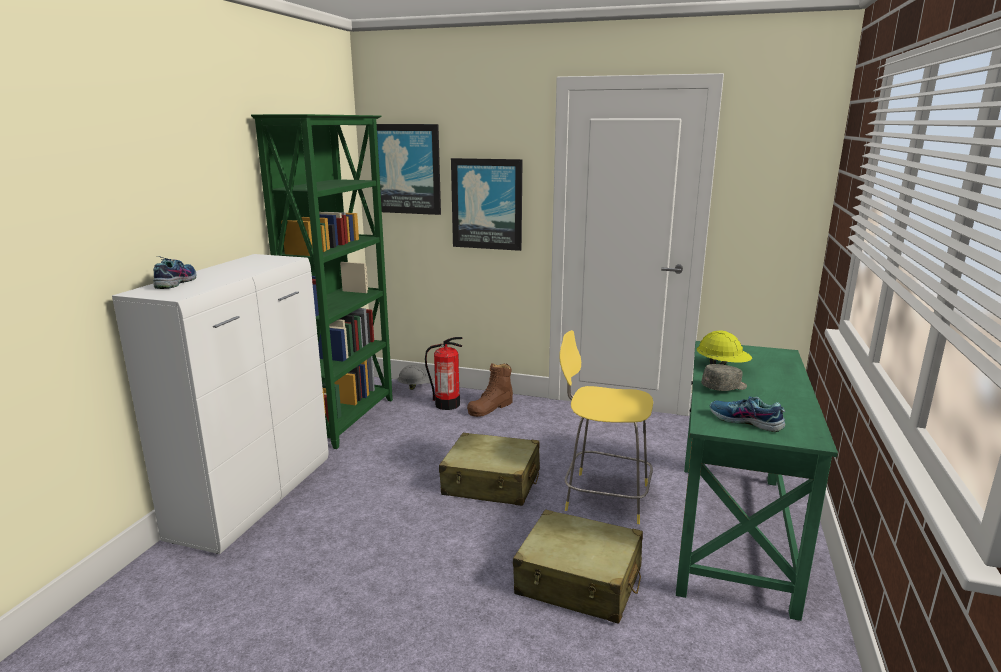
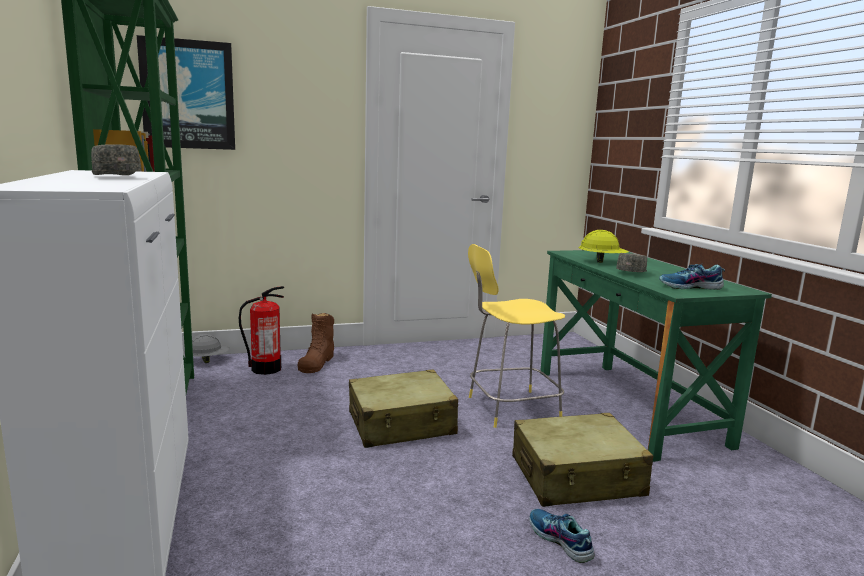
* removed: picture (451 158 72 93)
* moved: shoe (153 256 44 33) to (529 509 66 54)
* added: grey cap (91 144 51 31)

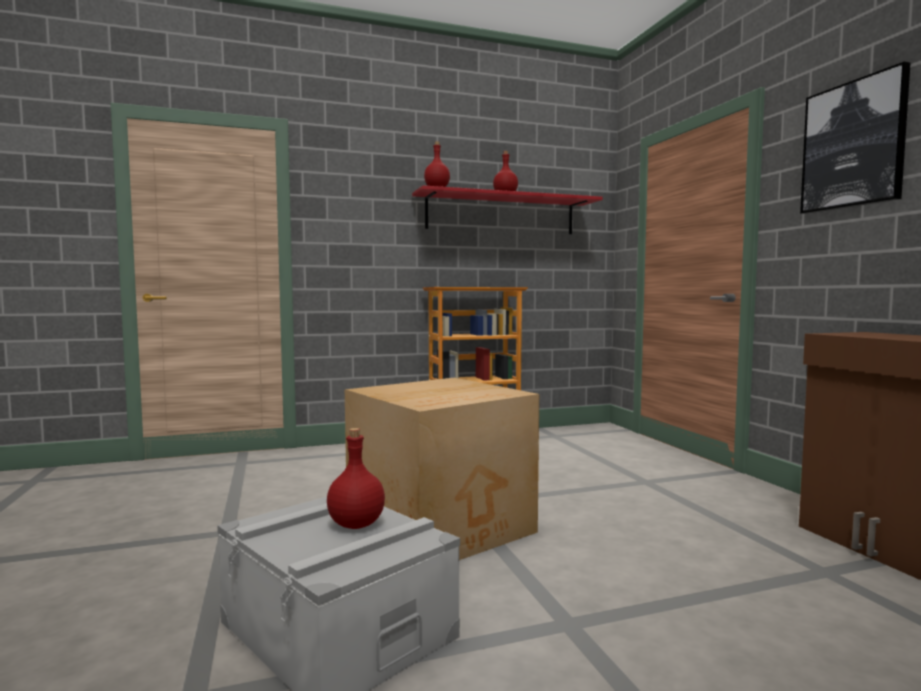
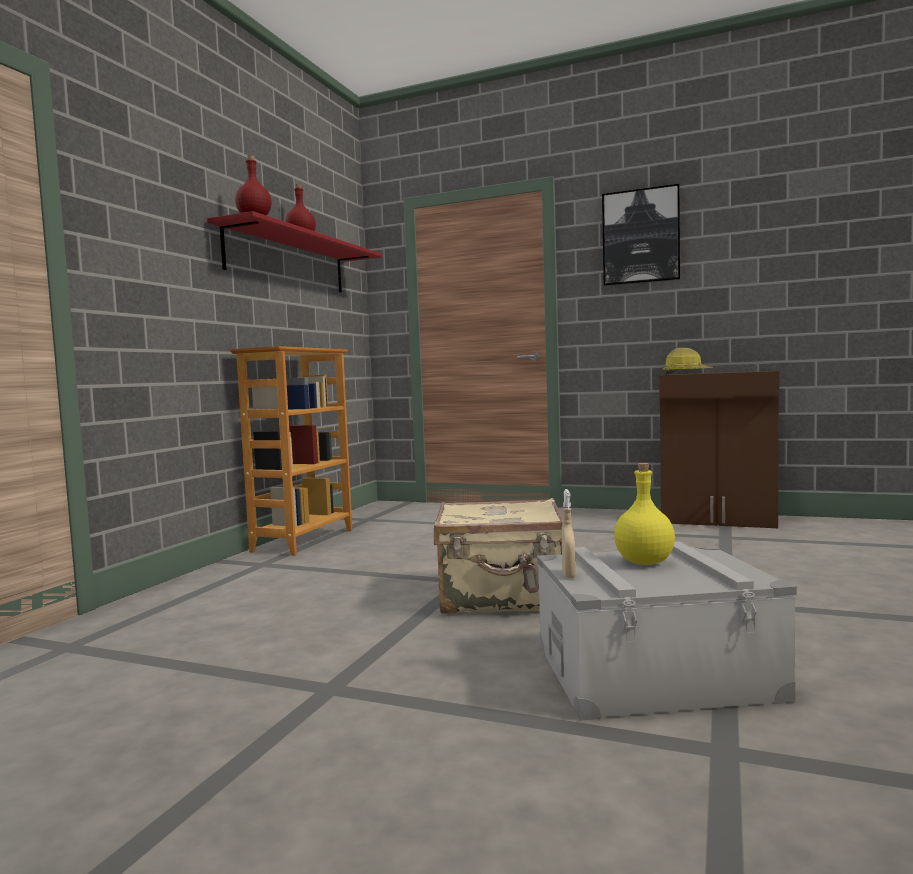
* replaced: cardboard box (345 378 194 182) to beige suitcase (434 498 129 116)
* recoloured: red bottle (327 428 58 101) to yellow bottle (614 463 61 102)
* added: hard hat (662 348 51 27)
* added: beige spray bottle (562 489 14 89)

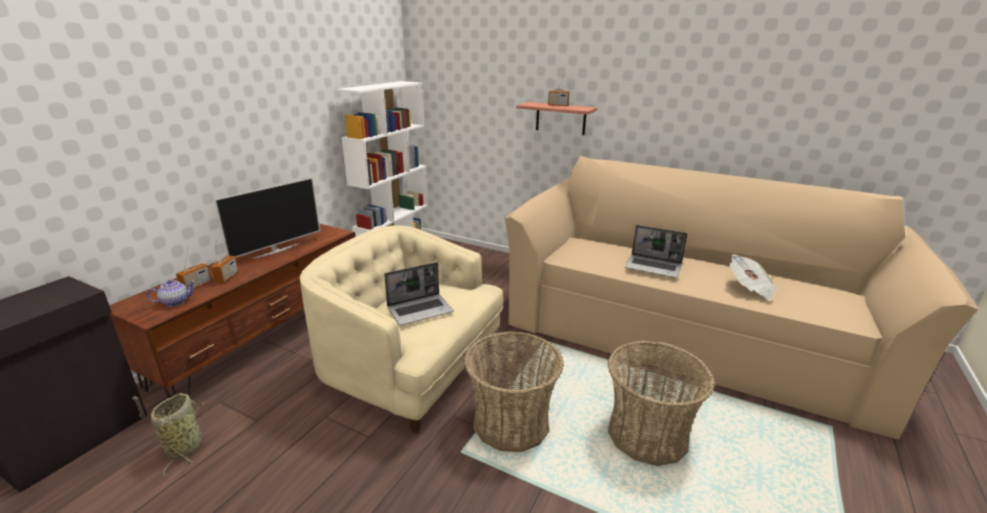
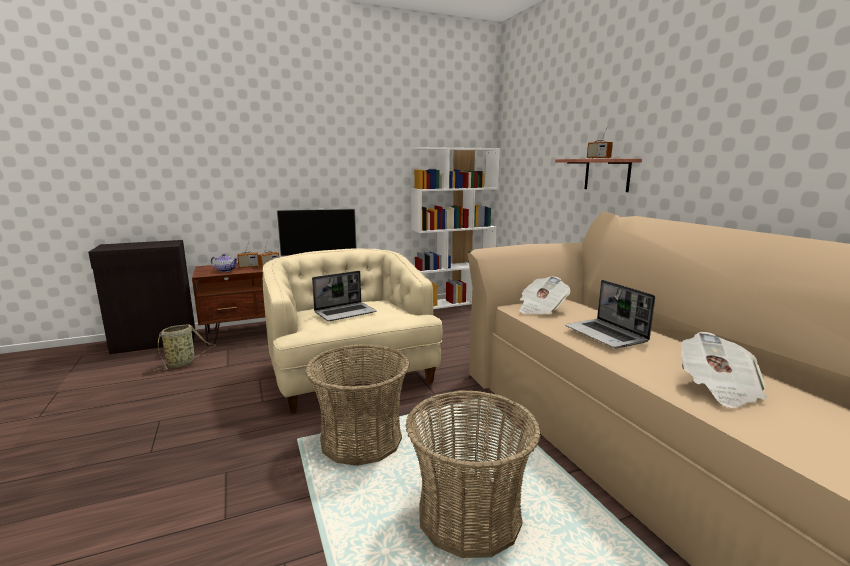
* turned: laptop (384 262 70 63) = (312 271 64 50) 45 degrees counterclockwise
* added: newspaper (519 276 52 39)

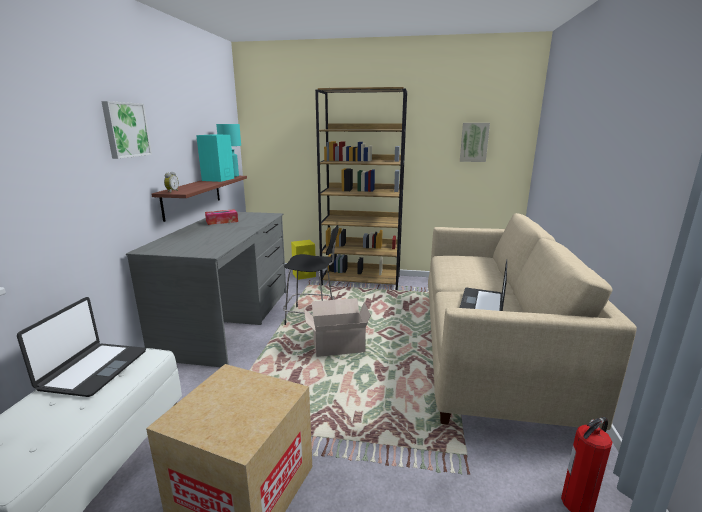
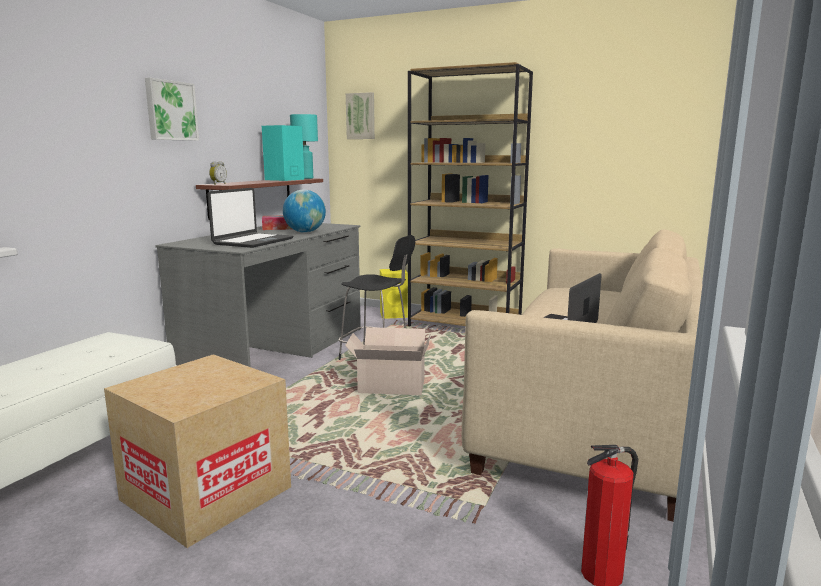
* moved: picture (460 123 30 39) to (346 92 29 47)
* moved: laptop (17 297 129 100) to (207 188 86 60)
* added: globe (283 189 43 44)

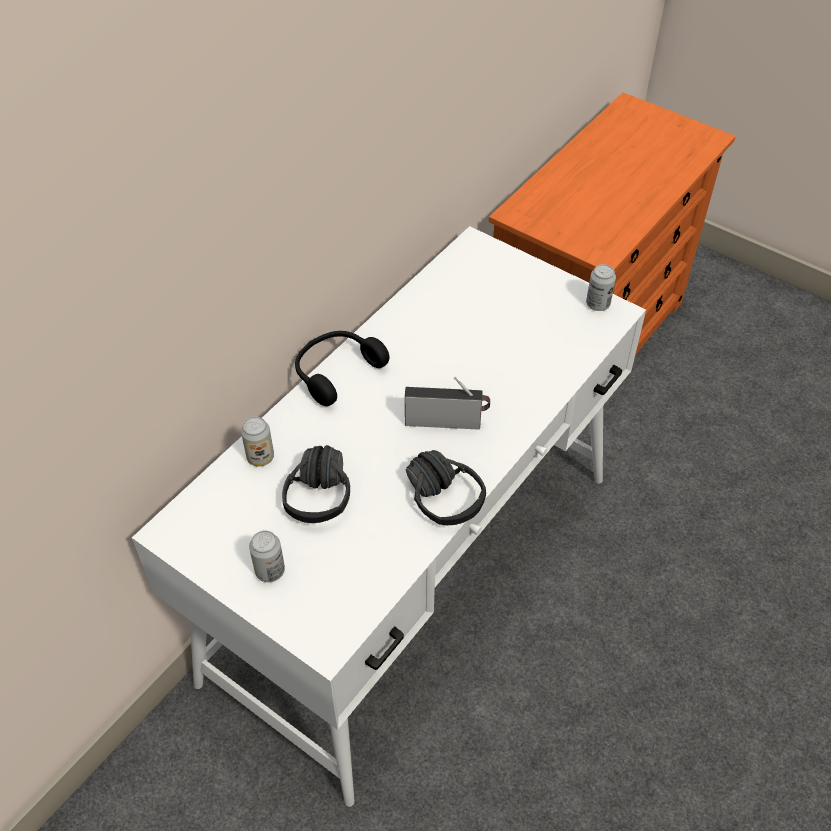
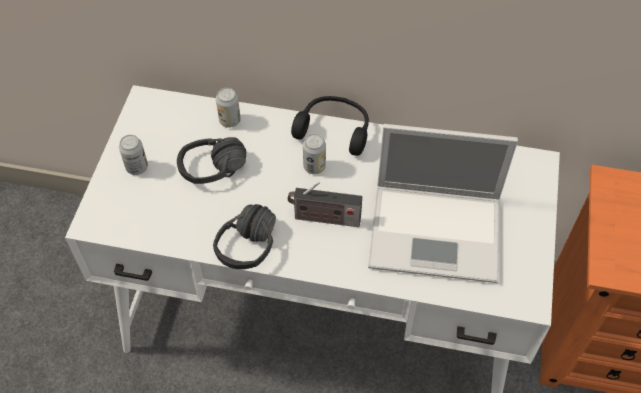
* moved: can (586 264 30 47) to (303 134 23 40)
* turned: radio (405 377 85 53) = (287 182 75 45) 120 degrees clockwise
* added: laptop (368 124 150 159)

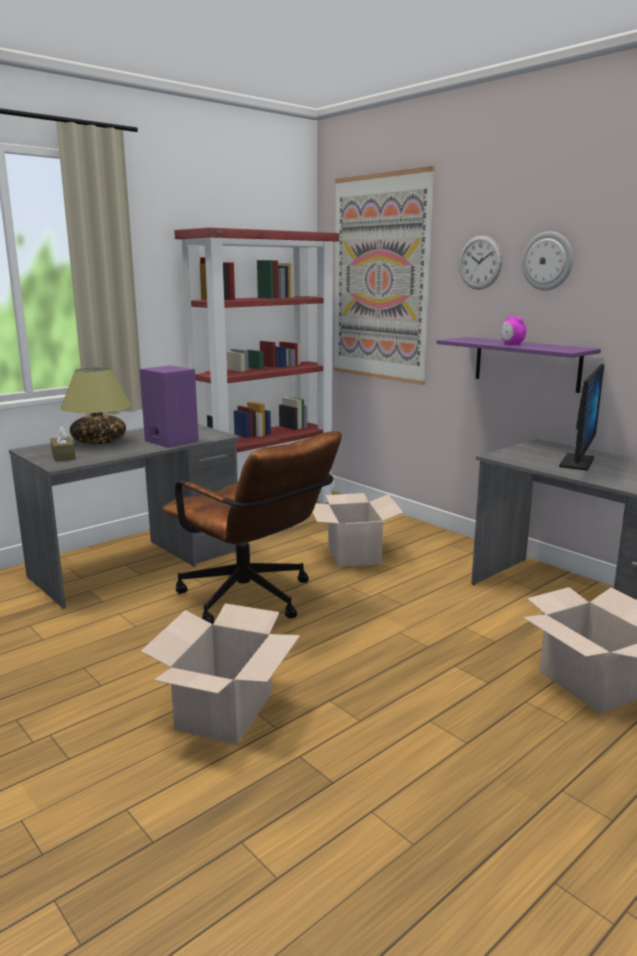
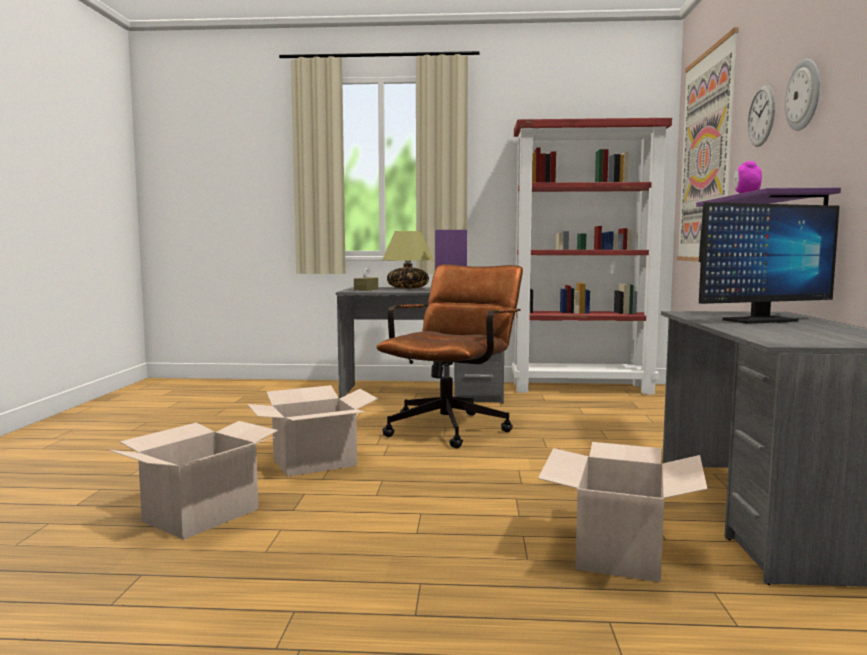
* turned: brown office chair (163 431 179 193) = (377 264 146 184) 150 degrees counterclockwise
* moved: cardboard box (313 493 90 74) to (109 421 169 119)

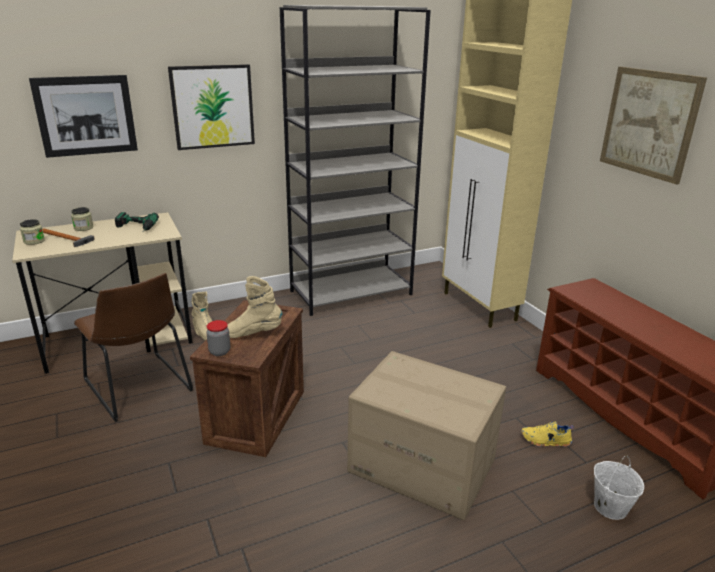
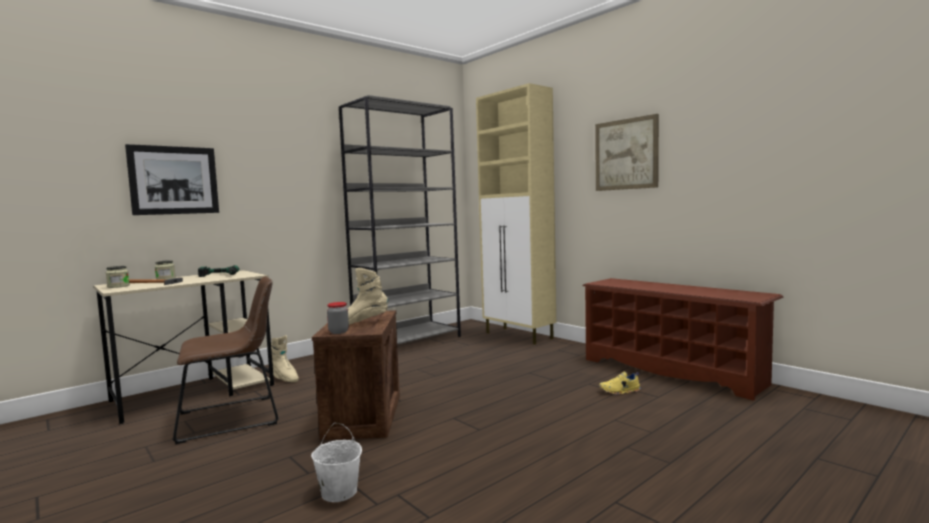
* removed: picture (168 64 87 86)
* turned: brown chair (74 273 119 149) = (172 276 107 168) 60 degrees counterclockwise
* removed: cardboard box (347 351 159 169)
* moved: white bucket (594 456 50 64) to (311 423 51 79)

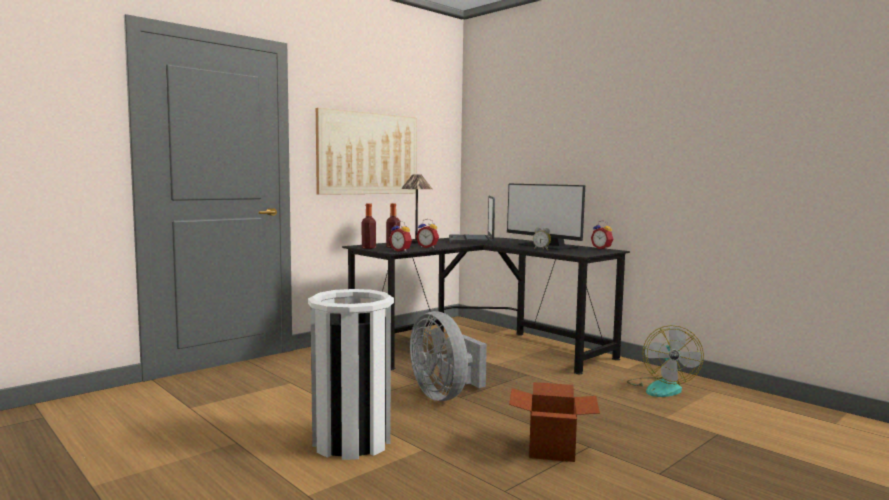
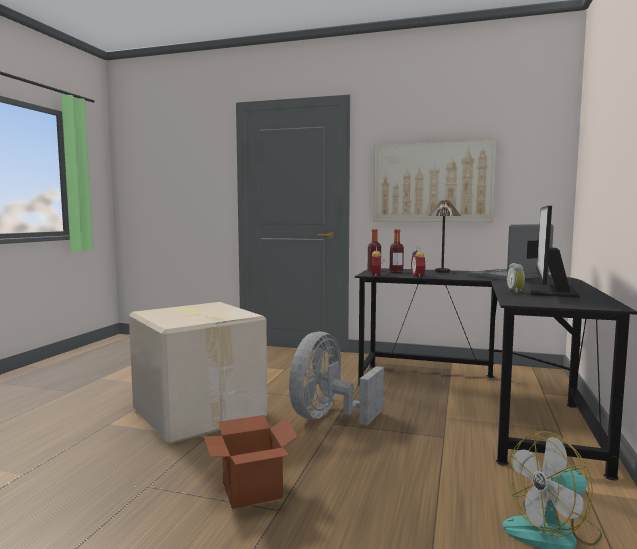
* removed: alarm clock (591 220 22 30)
* replaced: white trash can (308 289 86 171) to cardboard box (129 302 139 142)

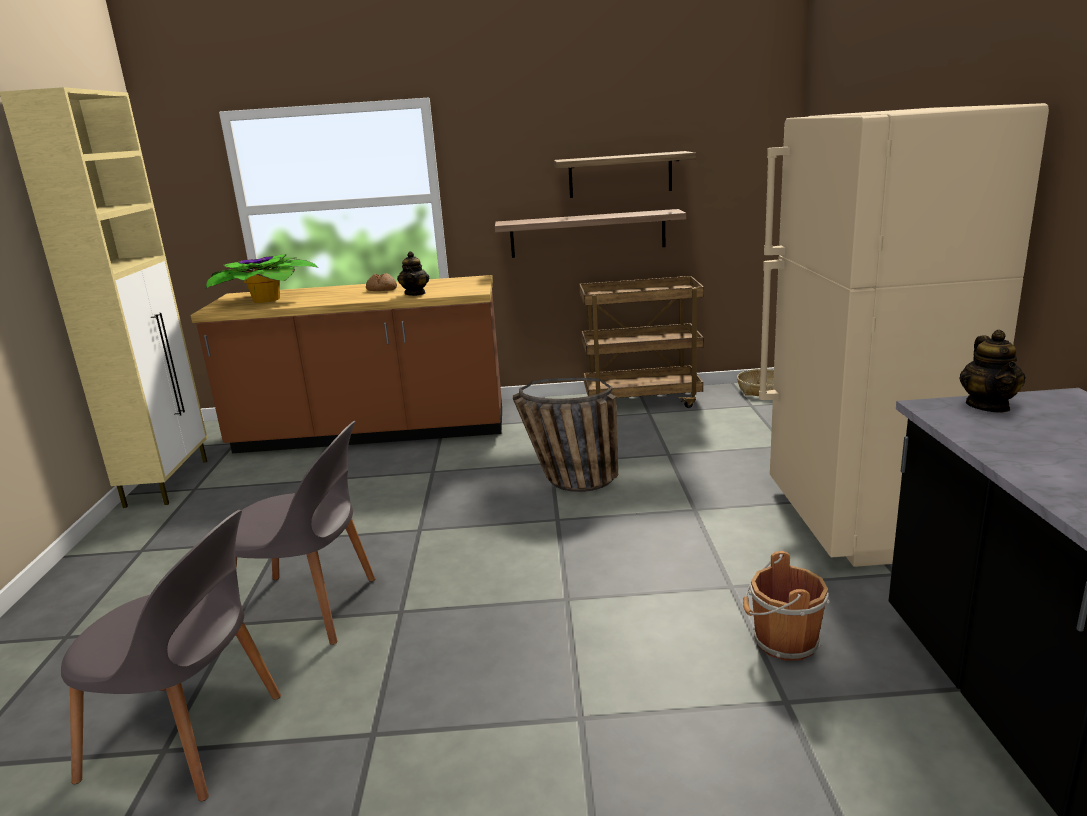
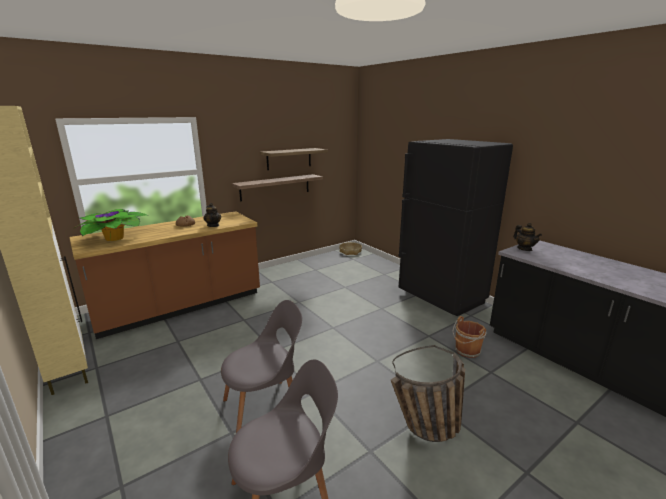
* recoloured: beige fridge (759 103 290 464) to black fridge (398 139 115 177)
* removed: brown cart (579 276 125 132)
* moved: basket (512 377 106 115) to (391 345 74 97)

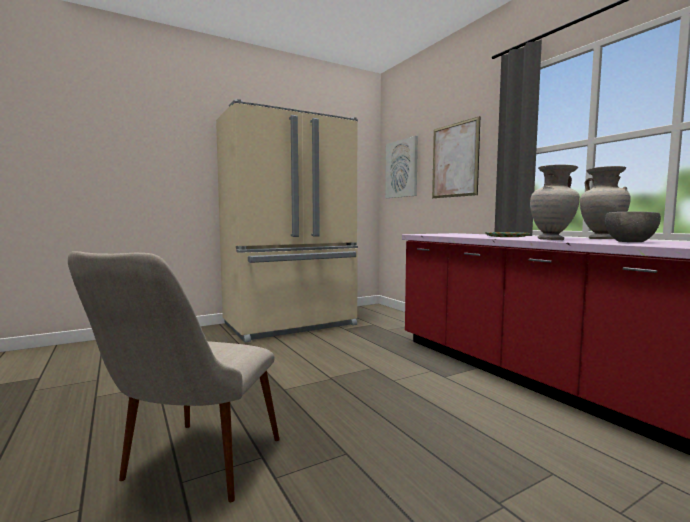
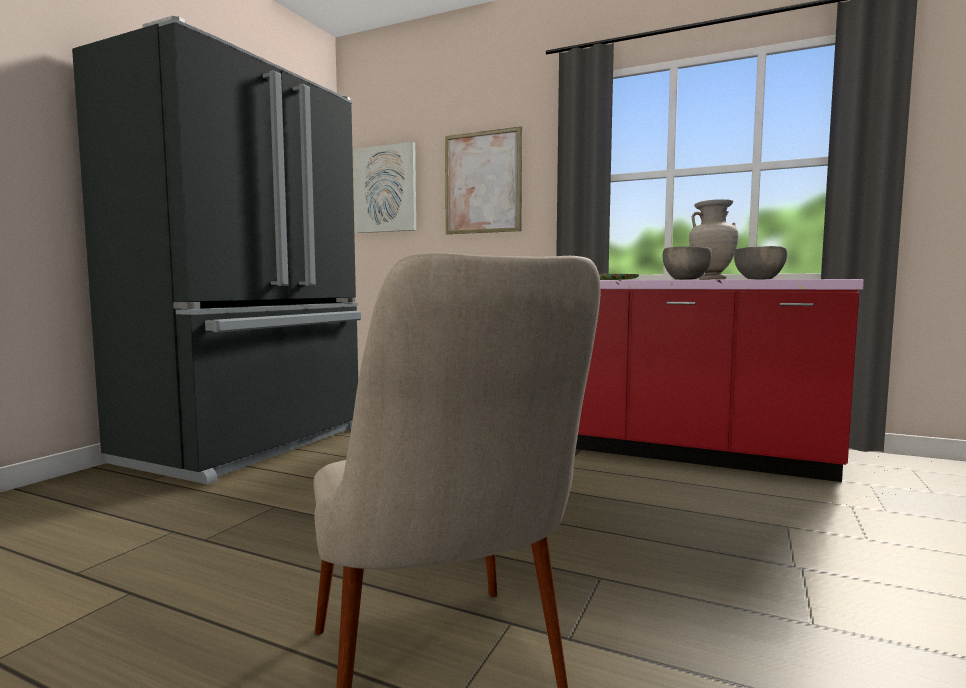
* recoloured: beige fridge (216 99 142 243) to black fridge (72 16 289 469)
* replaced: beige vase (530 164 50 76) to grey bowl (663 247 49 33)

